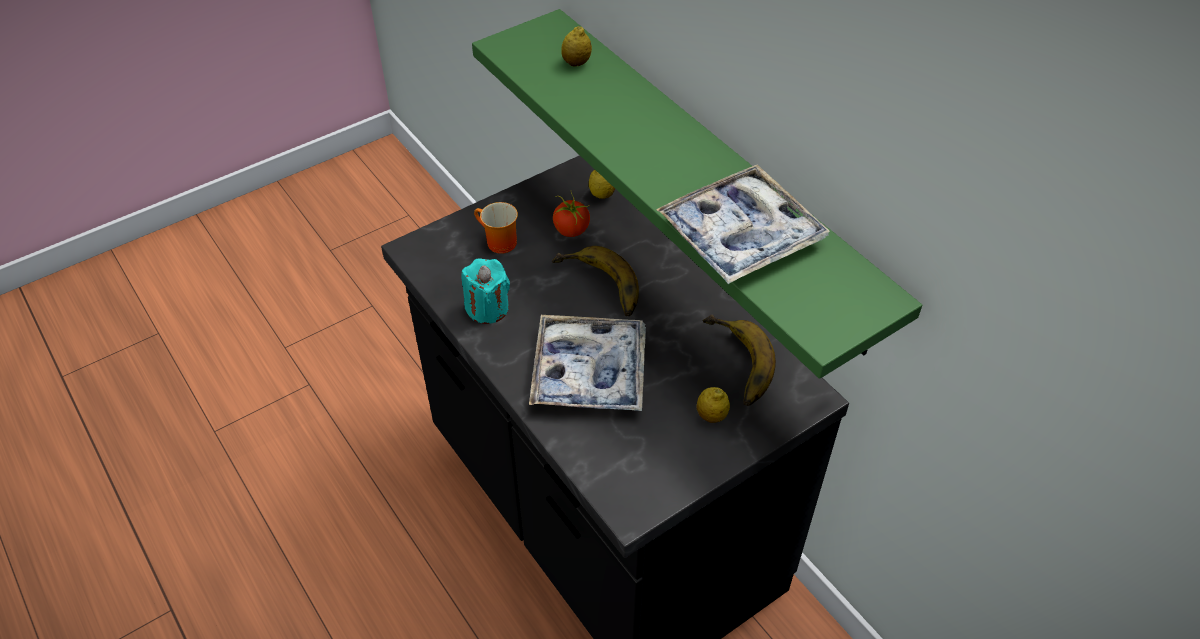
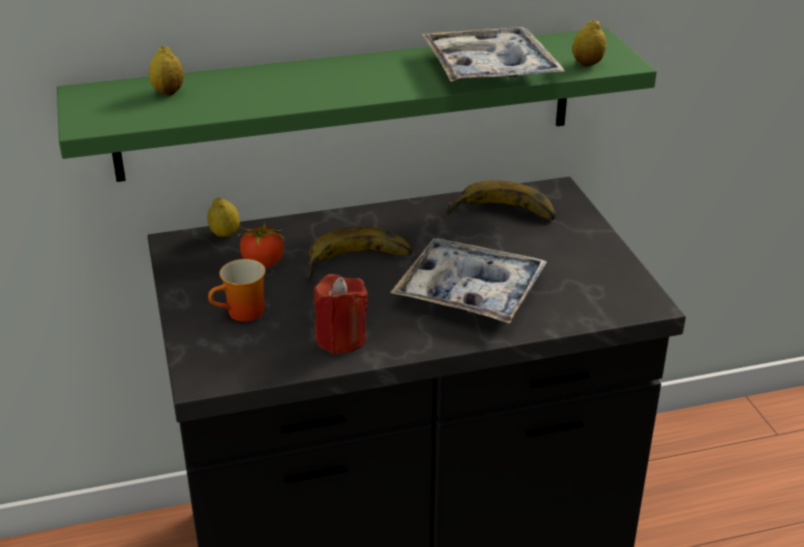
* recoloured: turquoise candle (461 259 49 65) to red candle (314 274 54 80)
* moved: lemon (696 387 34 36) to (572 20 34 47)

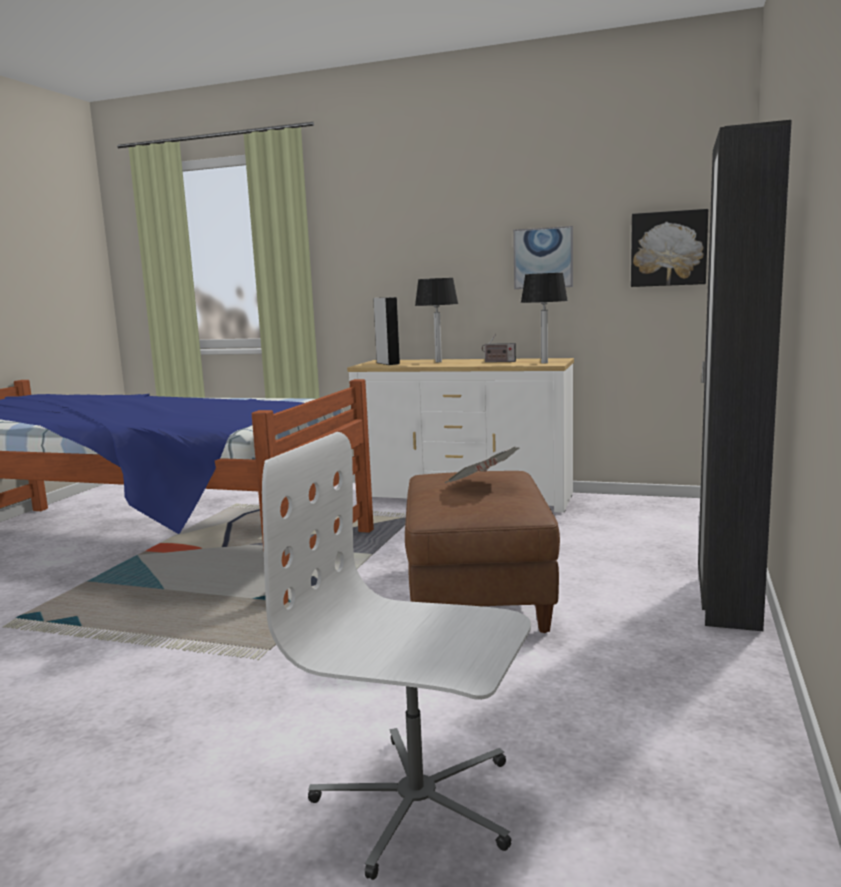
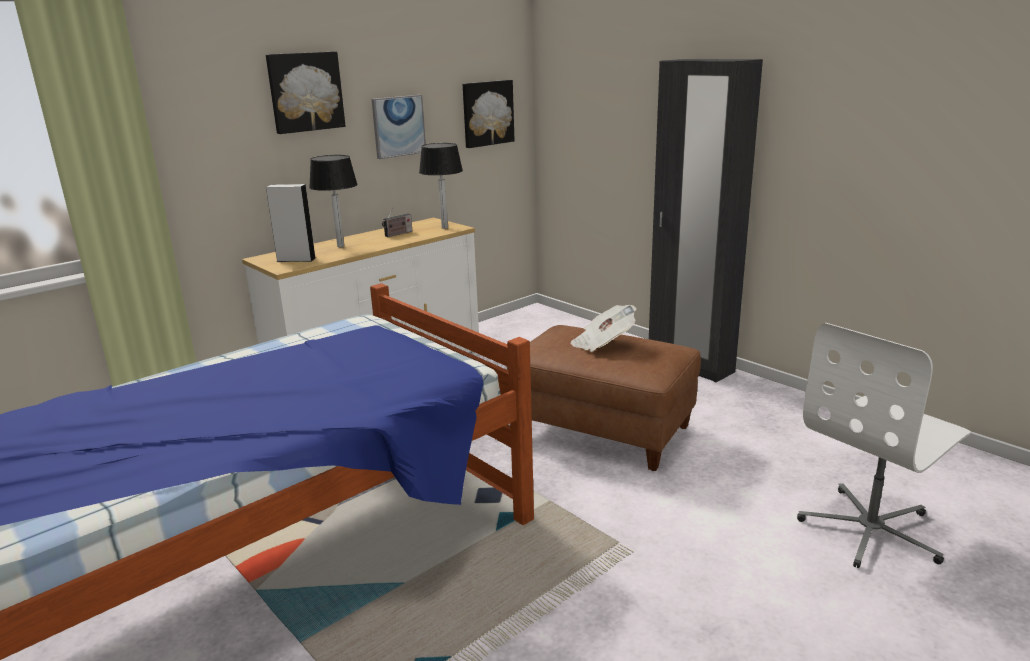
* added: picture (266 52 80 82)

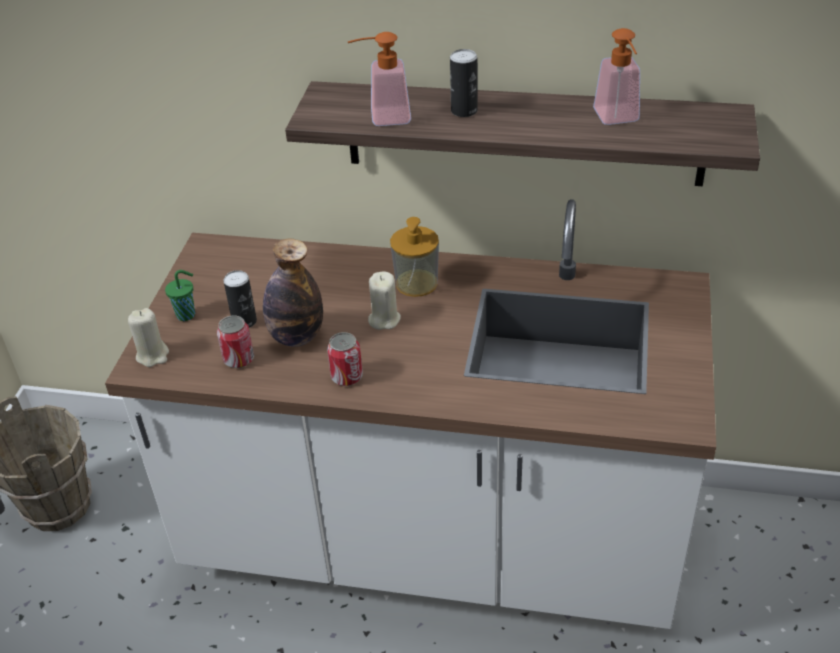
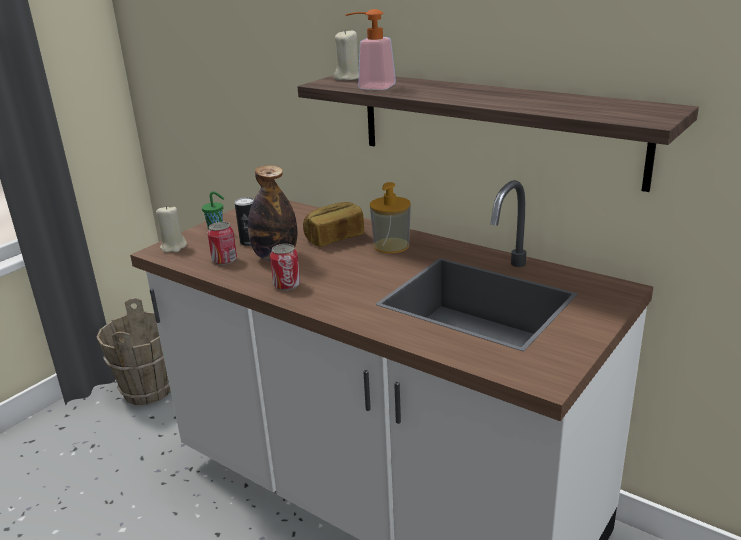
* removed: soap dispenser (593 28 47 97)
* removed: can (450 49 28 68)
* moved: beige candle (368 272 33 58) to (334 29 25 51)
* added: bread (303 202 61 45)

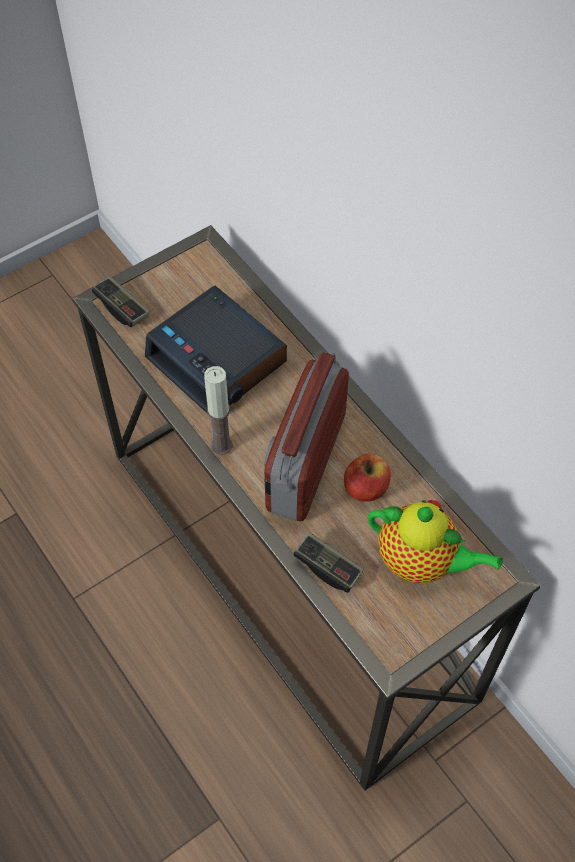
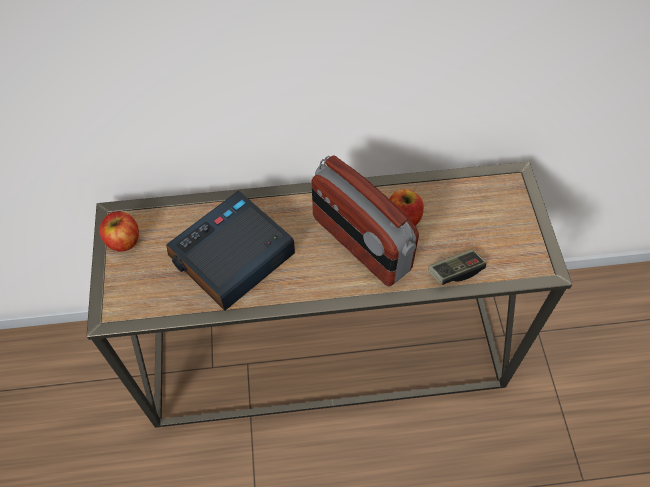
* removed: game controller (92 276 58 51)
* turned: alarm clock (145 286 142 128) = (166 191 129 120) 150 degrees clockwise
* removed: candle (204 366 29 89)
* removed: teapot (368 500 135 83)
* added: apple (100 211 39 41)

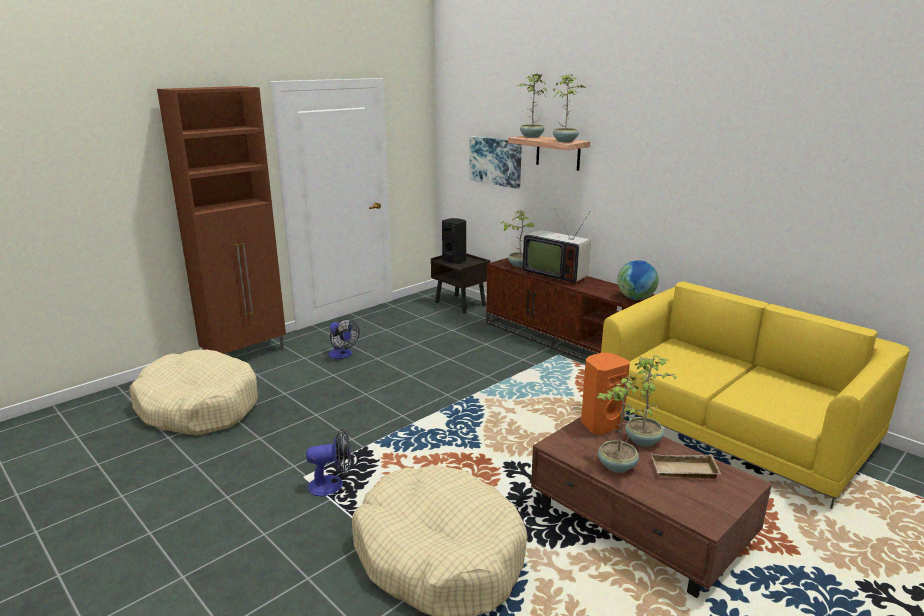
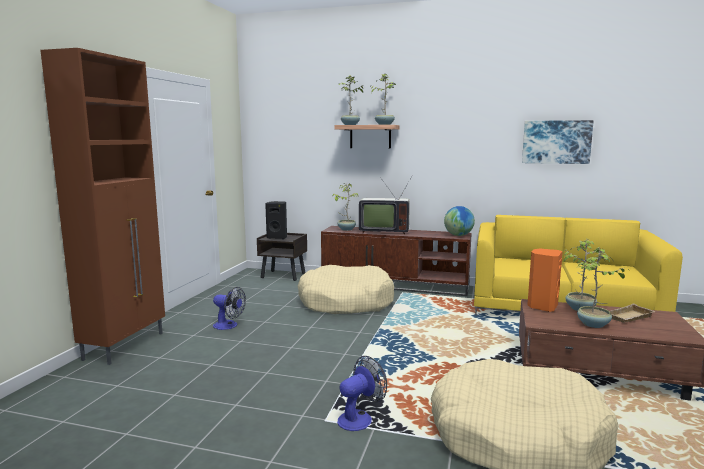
* moved: picture (469 136 53 53) to (522 120 72 44)
* moved: beige dog bed (130 350 128 86) to (298 265 96 49)

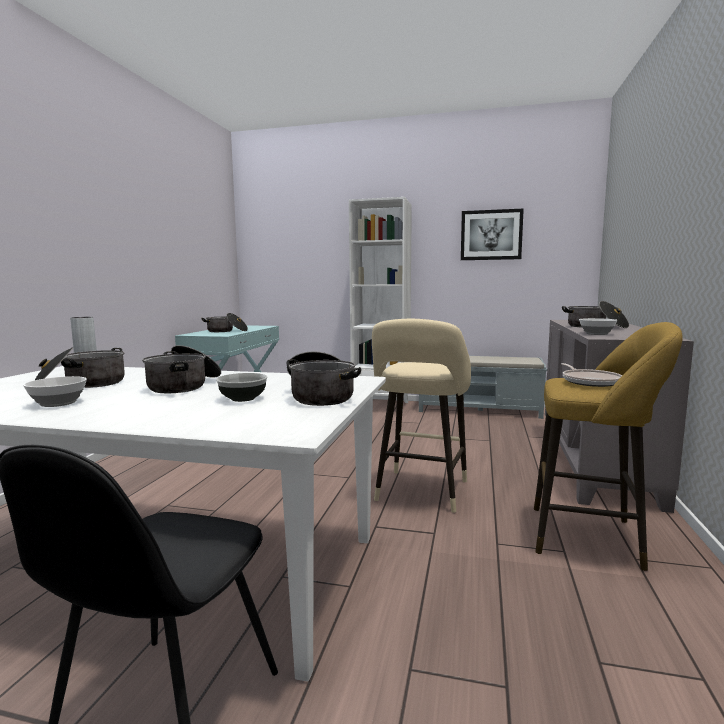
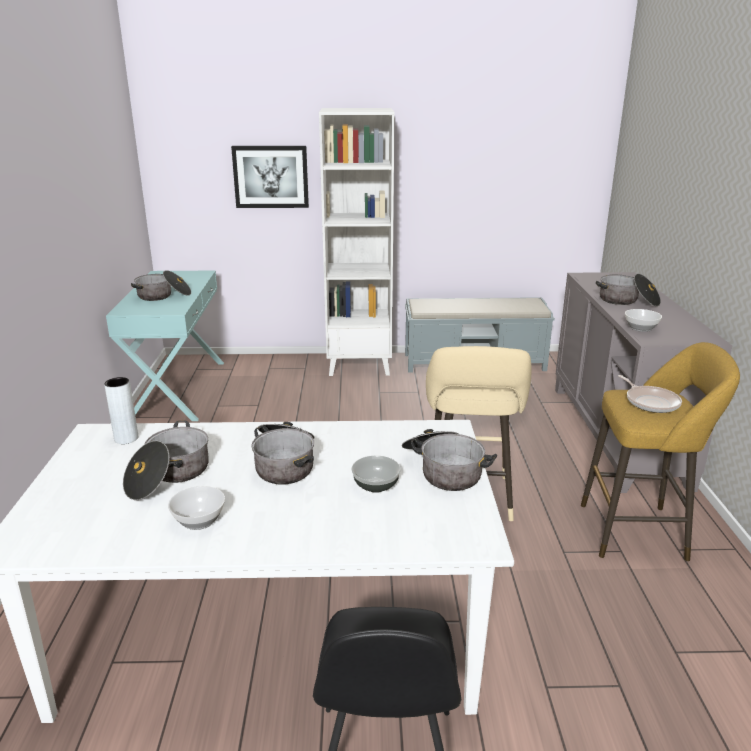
* moved: picture (461 208 63 52) to (231 146 78 62)

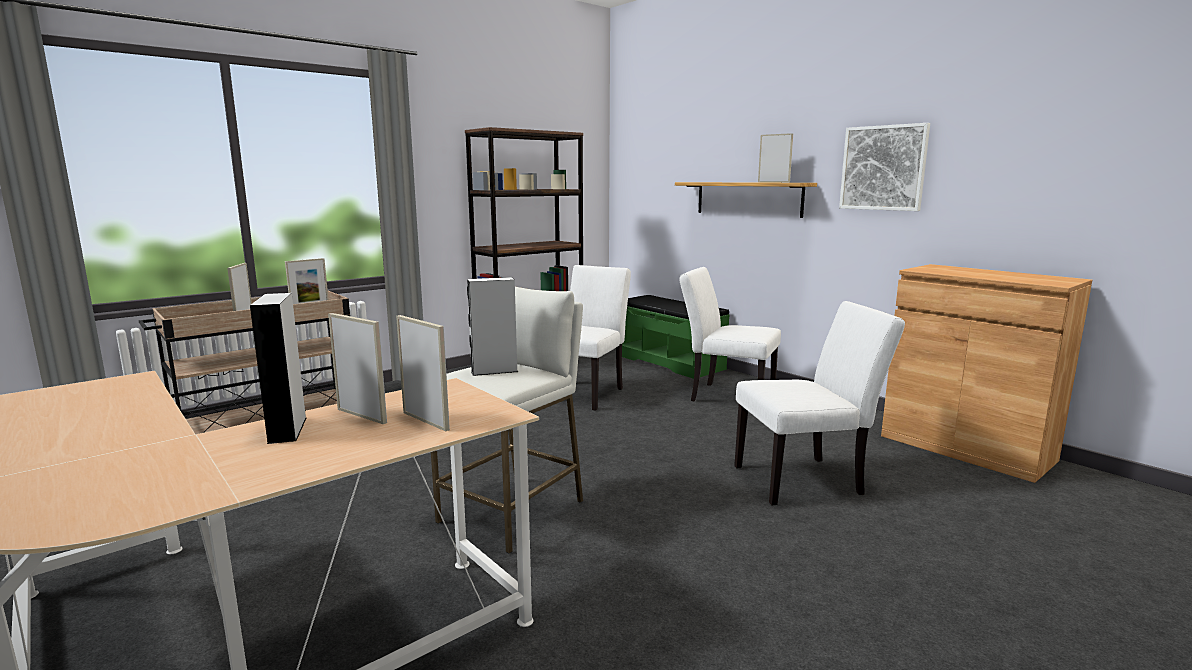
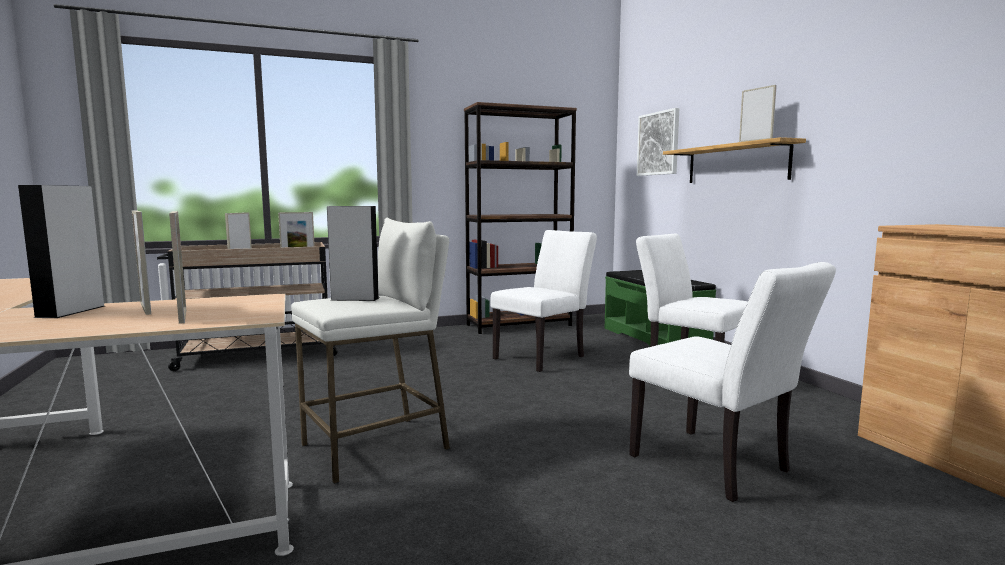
* moved: picture (839 123 91 88) to (637 108 42 68)
* turned: white chair (734 301 171 205) = (629 262 207 240) 45 degrees clockwise

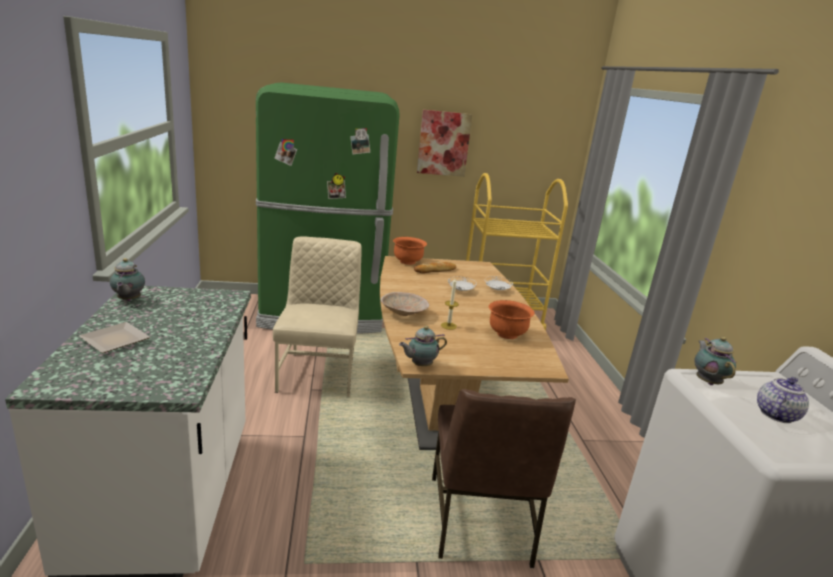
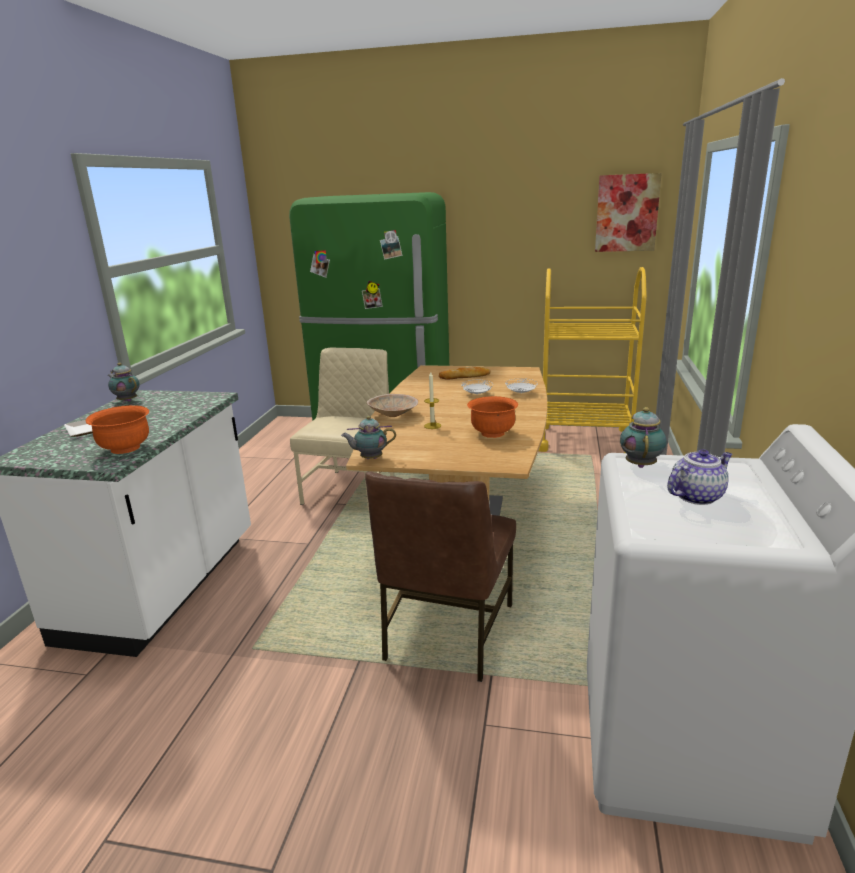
* moved: picture (417 110 55 67) to (595 173 67 79)
* moved: orange bowl (393 237 34 28) to (86 405 63 49)
* turned: teapot (110 258 35 43) = (108 363 32 39) 120 degrees clockwise

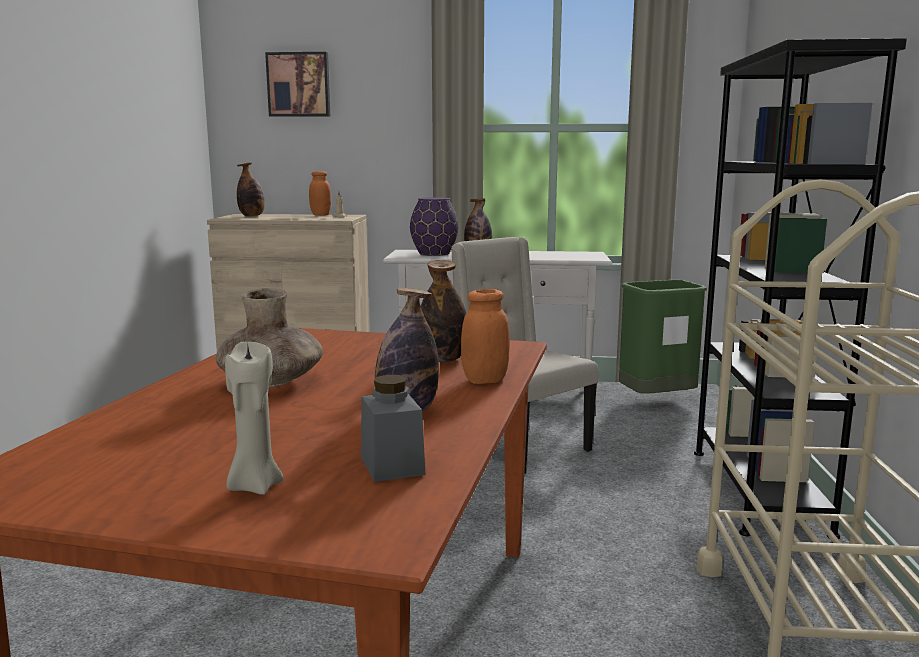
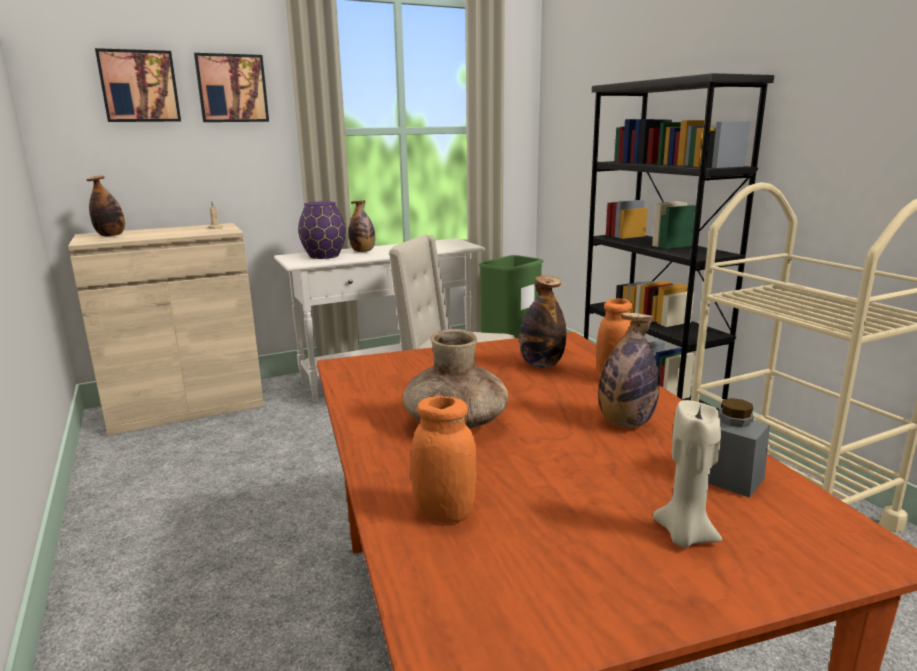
* moved: orange jar (309 171 22 45) to (411 396 66 127)
* added: picture (194 53 75 69)

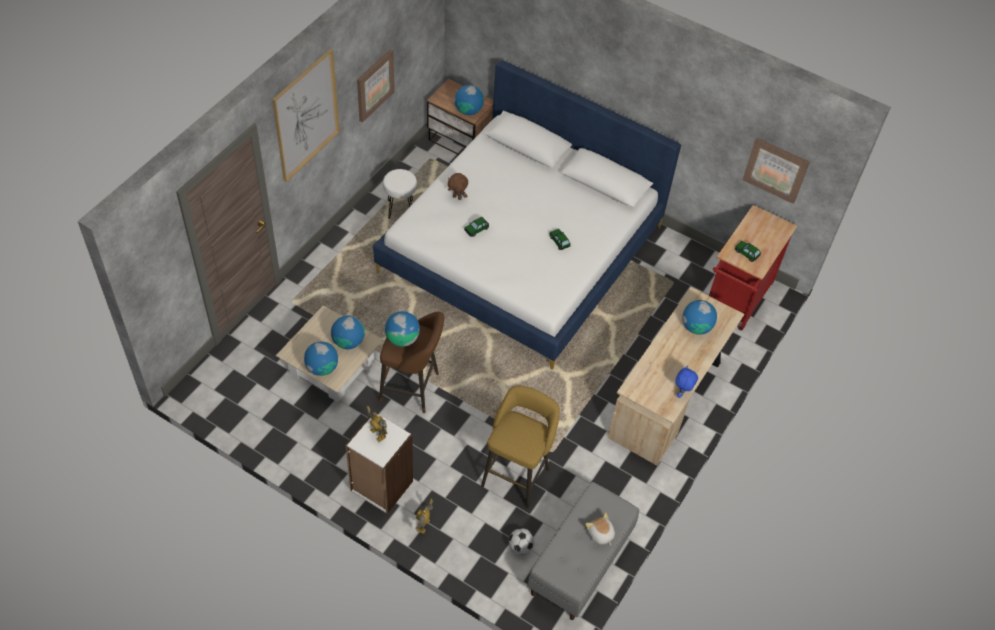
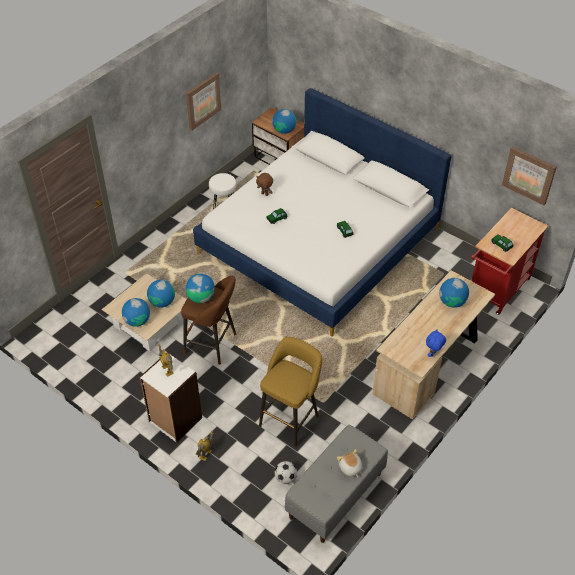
* removed: picture (272 49 68 133)

